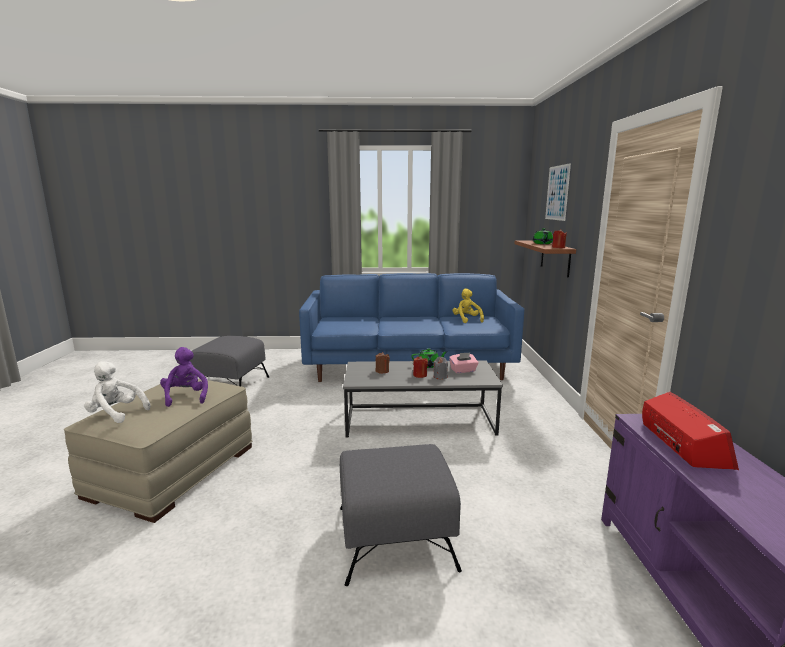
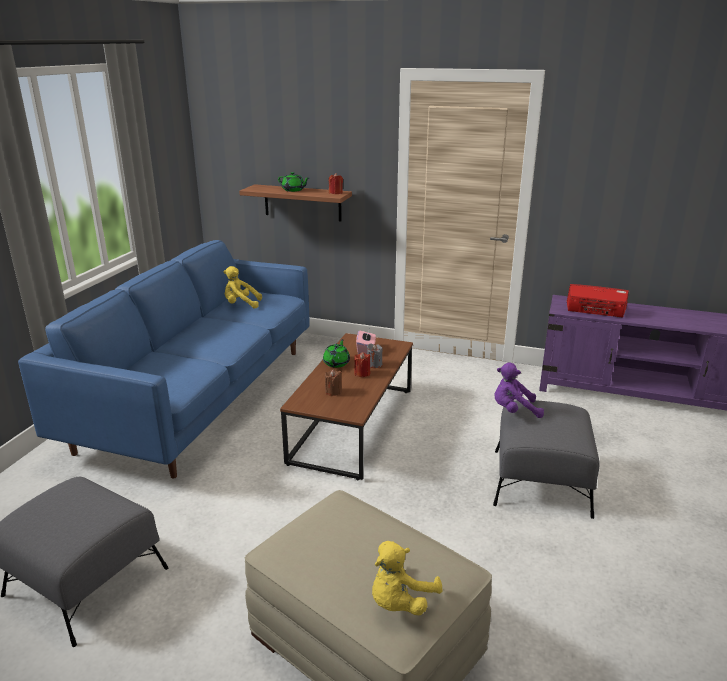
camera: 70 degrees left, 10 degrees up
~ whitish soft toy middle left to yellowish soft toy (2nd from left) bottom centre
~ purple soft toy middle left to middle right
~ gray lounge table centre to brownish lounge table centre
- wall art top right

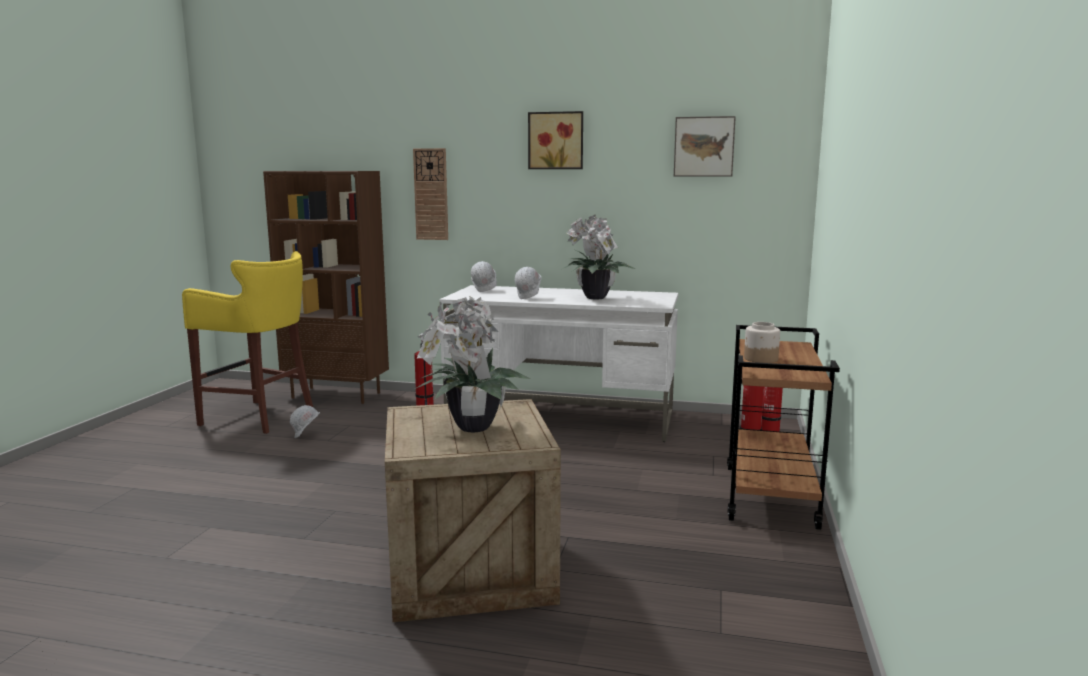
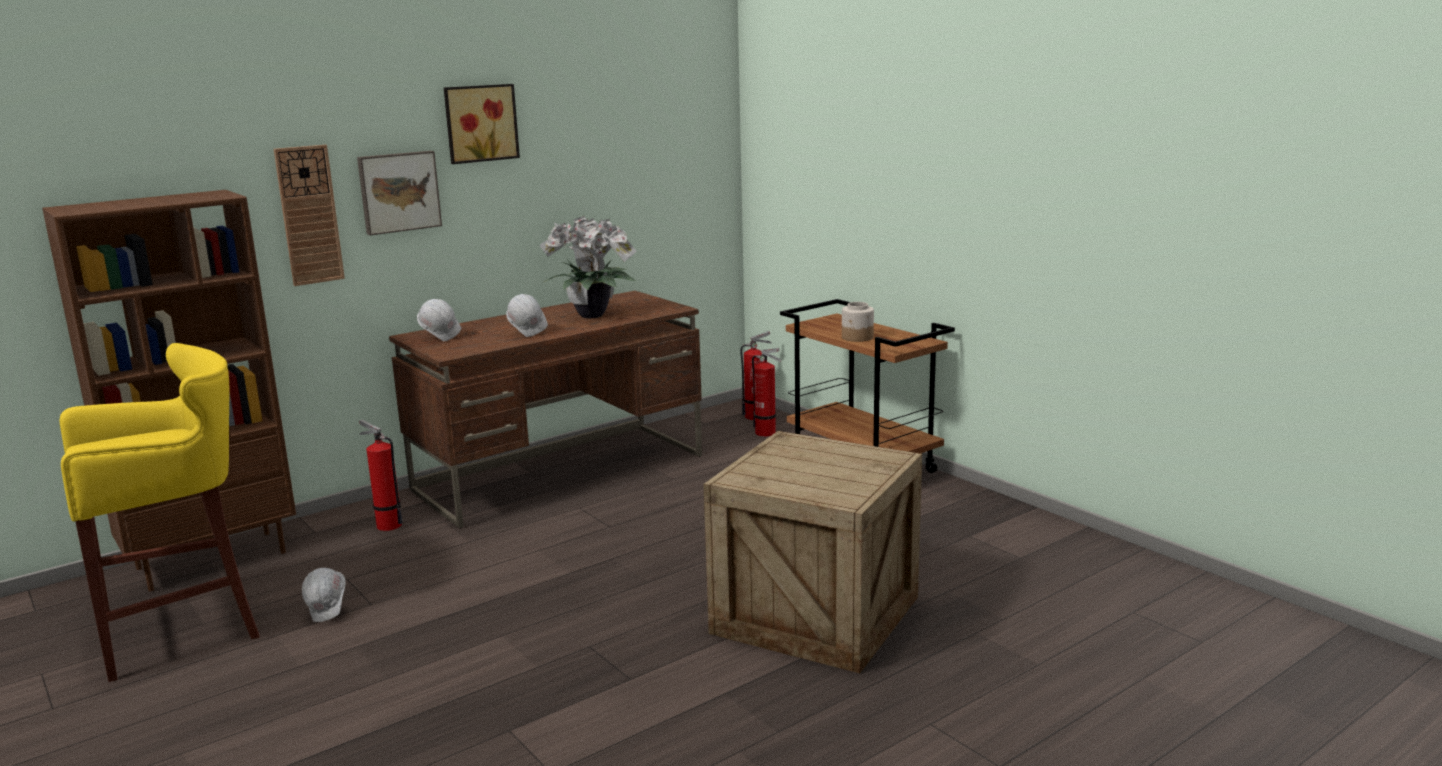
camera: 50 degrees left, 5 degrees up
- potted plant (1st from left) centre
~ whitish desk unit centre to brownish desk unit centre
~ wall art (2nd from left in the first image) top centre to wall art (1st from left) top left

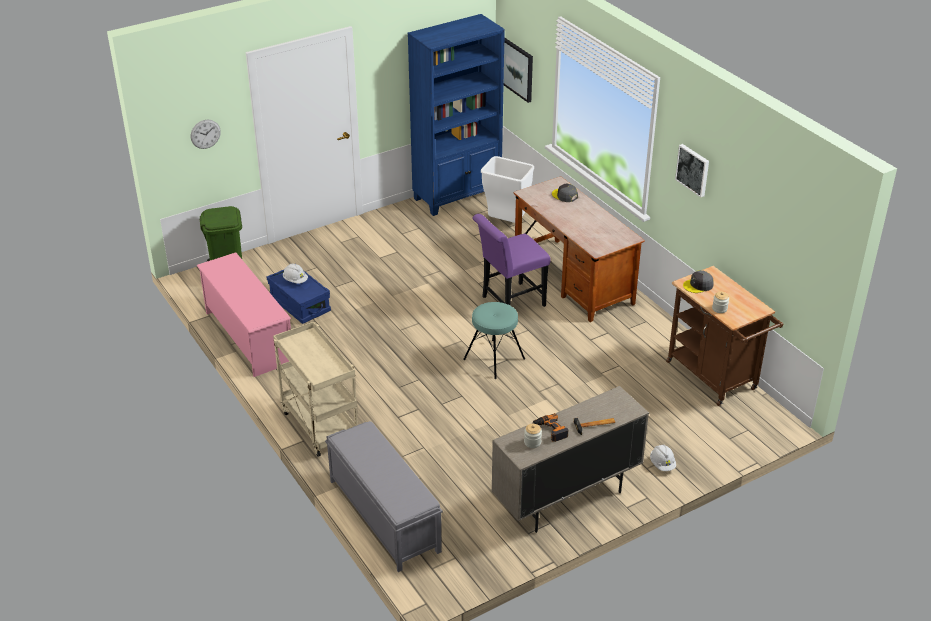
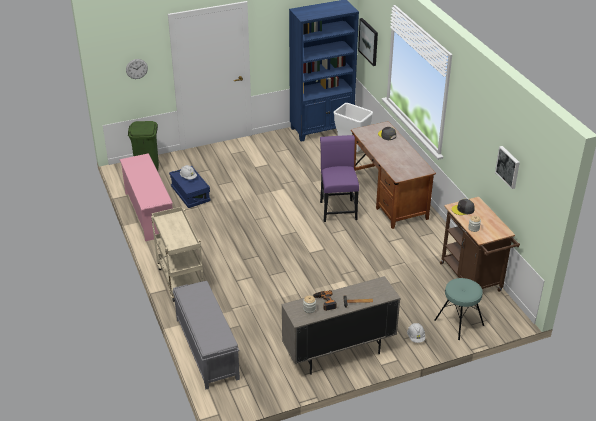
camera: 10 degrees right, 0 degrees up
~ turquoise-coloured stool centre to bottom right
~ purple chair centre = centre 105 degrees clockwise
~ wall art (2nd from left) top right to middle right

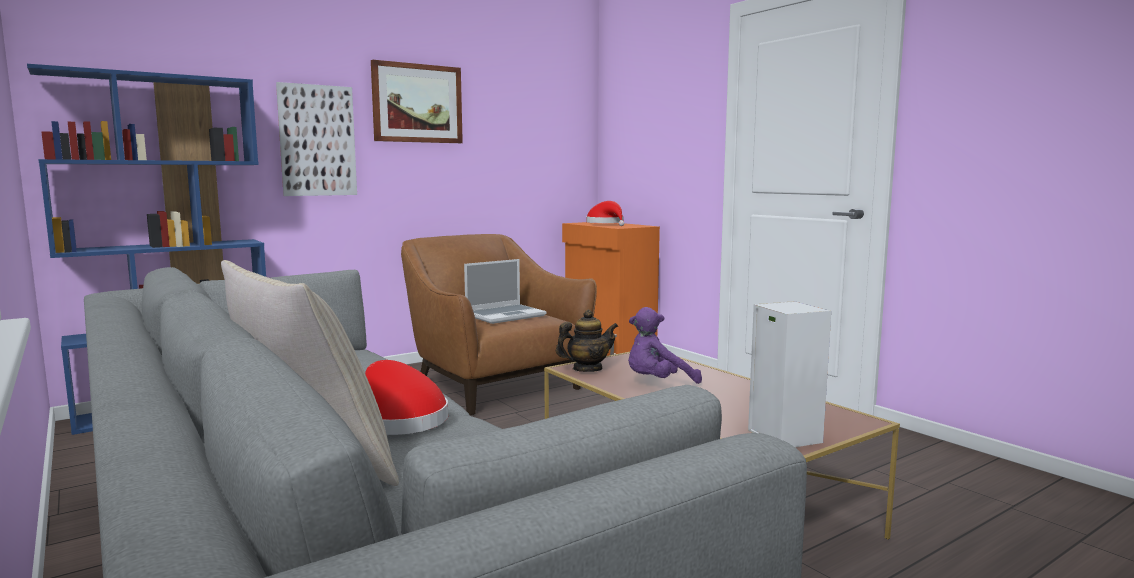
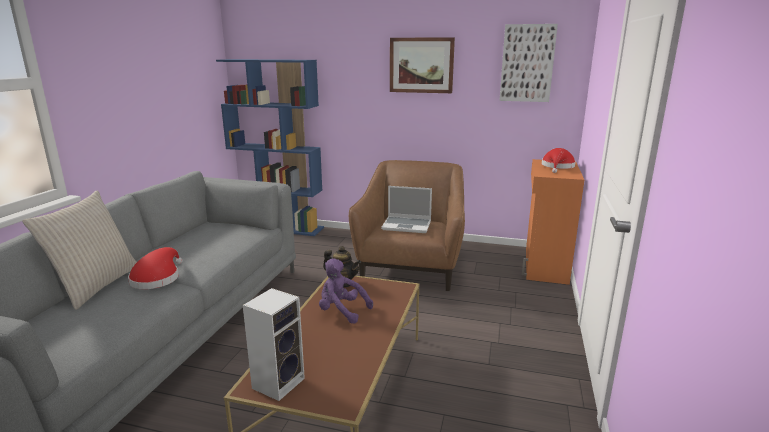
camera: 50 degrees right, 10 degrees up
~ wall art (1st from left in the first image) top left to wall art (2nd from left) top right

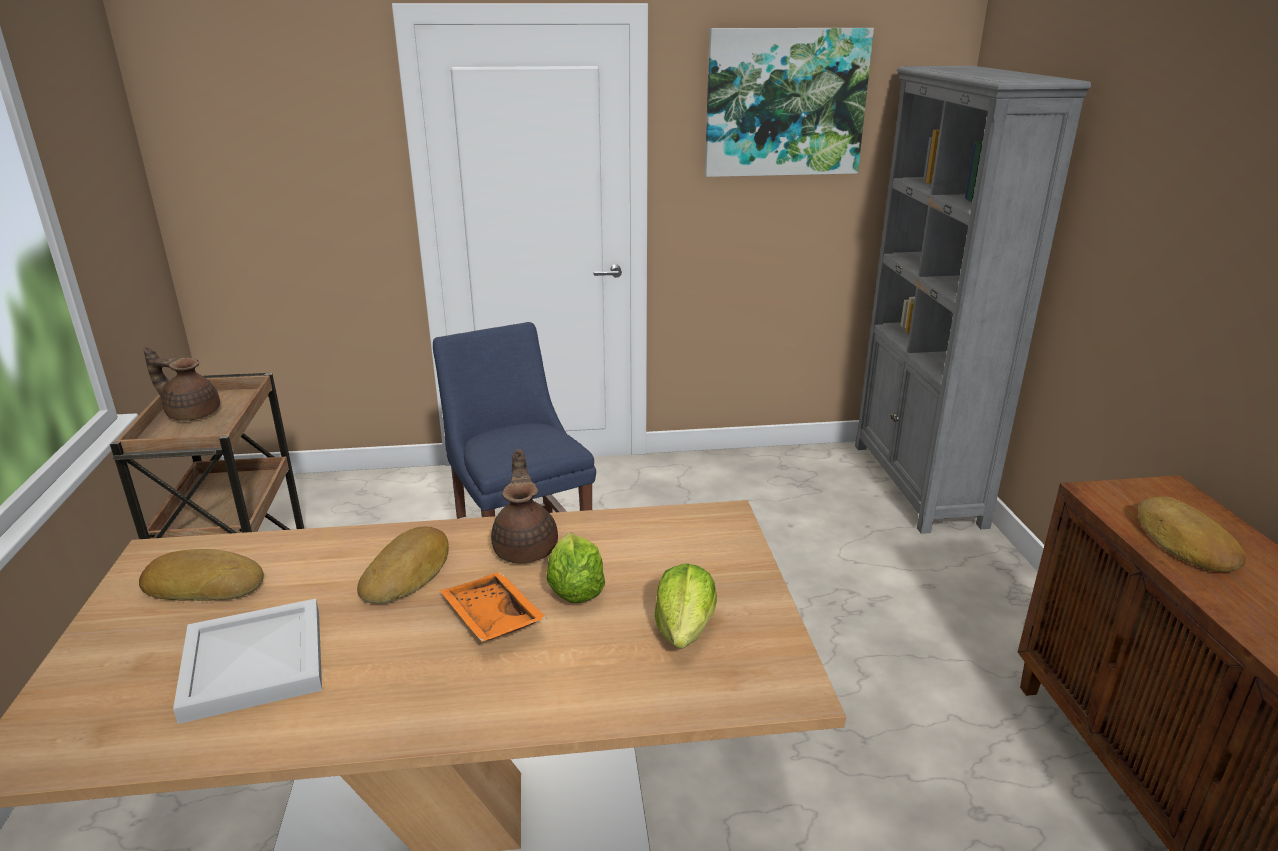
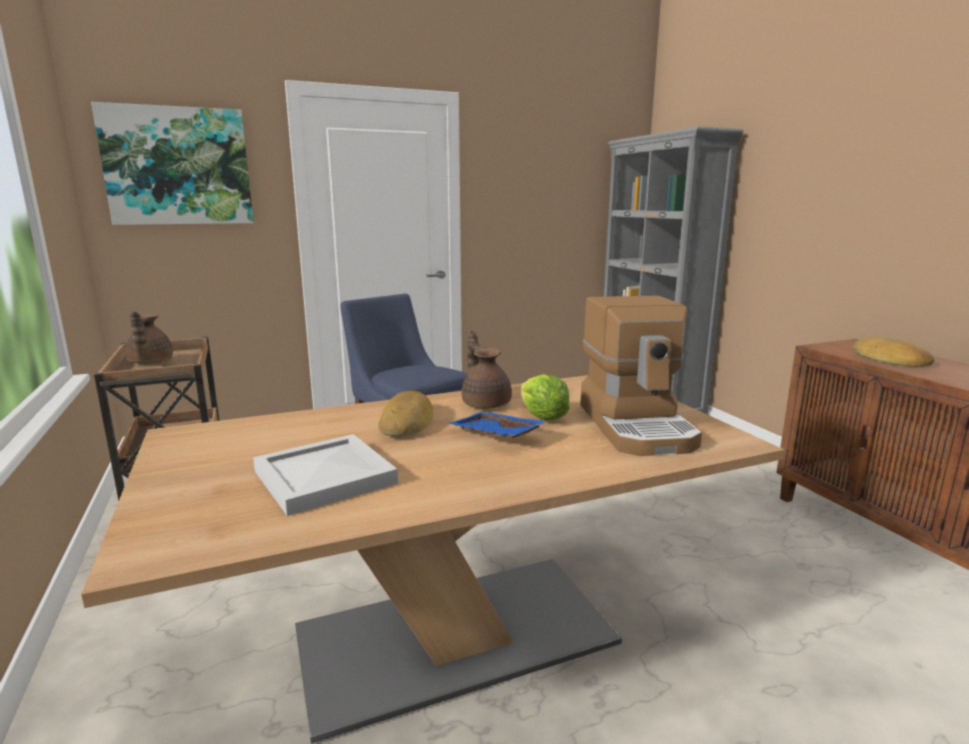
camera: 15 degrees left, 10 degrees down
- baked bread (1st from left) bottom left
~ brownish pot for tea (1st from left) middle left = middle left 105 degrees counterclockwise
~ orange-coloured carrying tray bottom centre to bluish carrying tray centre
~ lettuce head (2nd from left) bottom centre to coffee machine centre
~ wall art top centre to top left

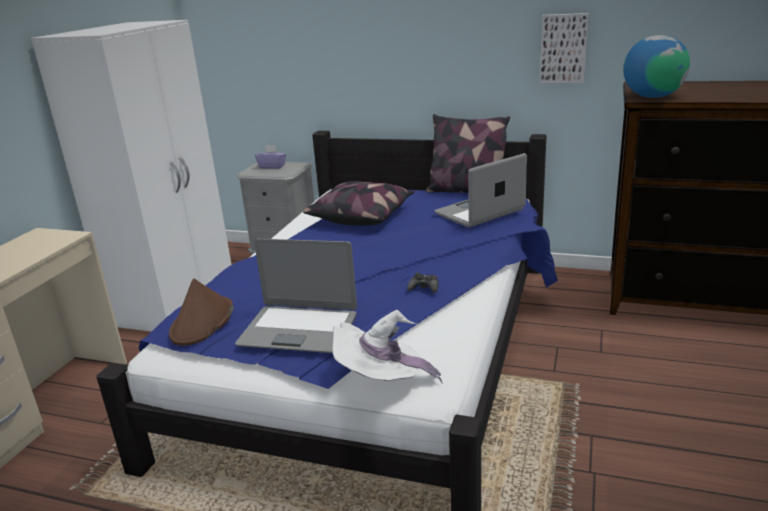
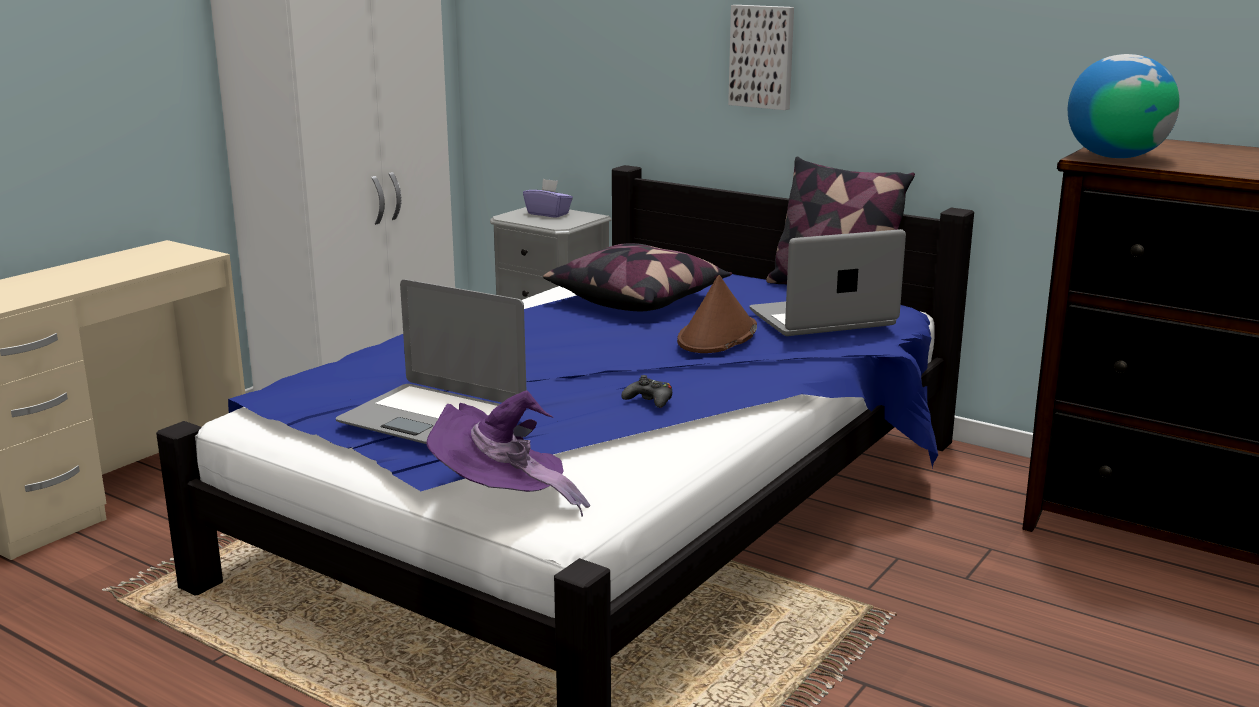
camera: 15 degrees right, 5 degrees down
~ brownish wearable hat middle left to centre
~ whitish wearable hat bottom centre to purple wearable hat centre
~ wall art top right to top centre

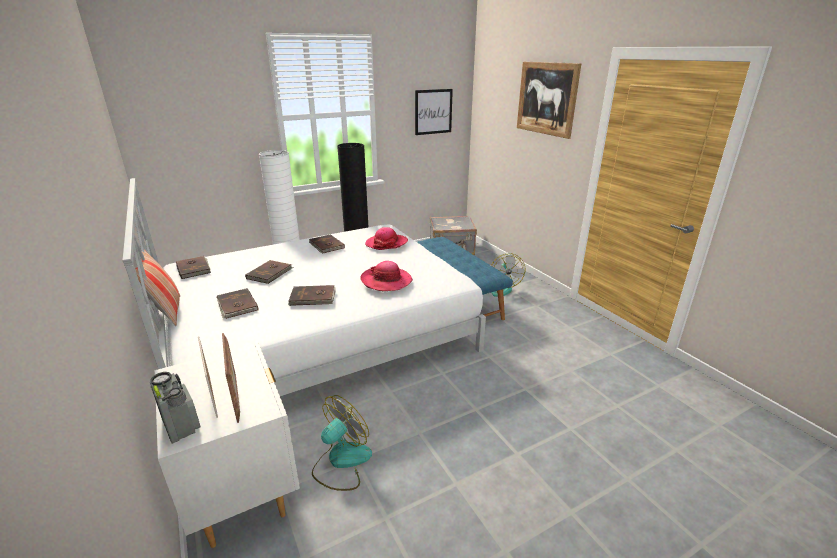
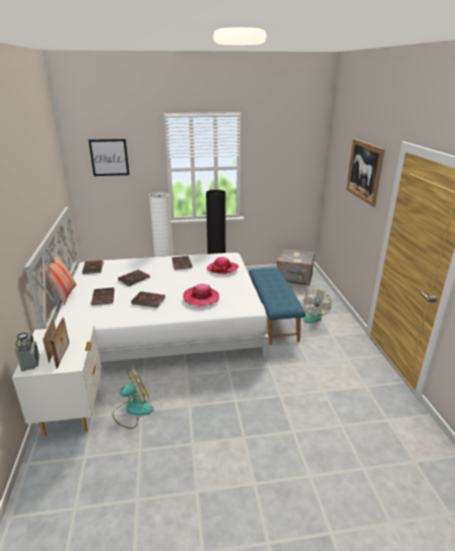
camera: 20 degrees right, 0 degrees up
~ wall art (1st from left) top centre to top left

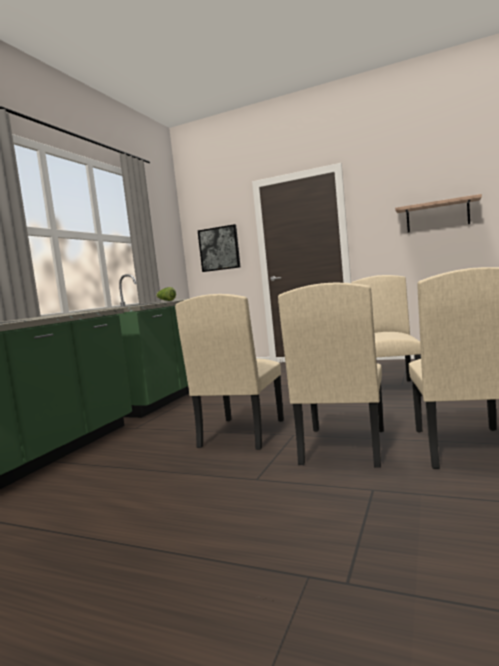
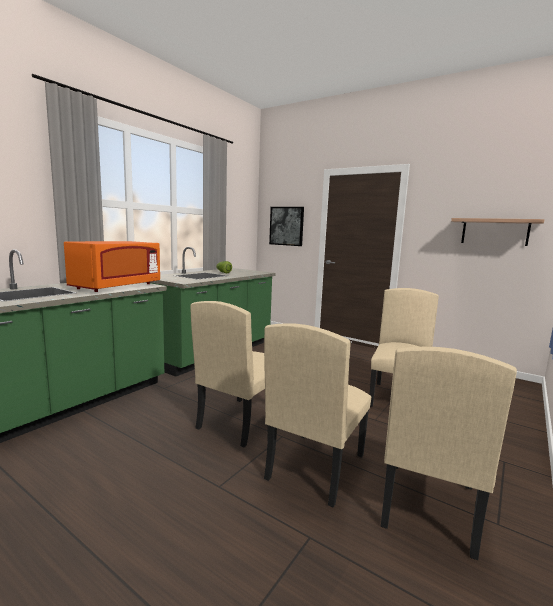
camera: 10 degrees right, 5 degrees up
+ orange-coloured microwave oven middle left

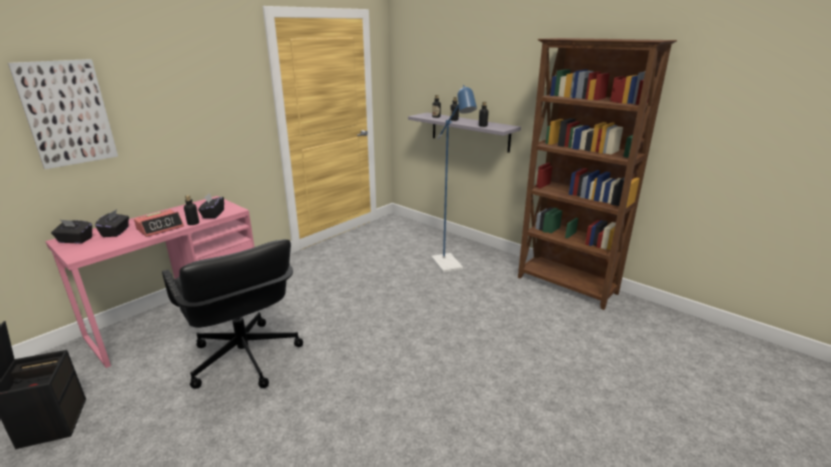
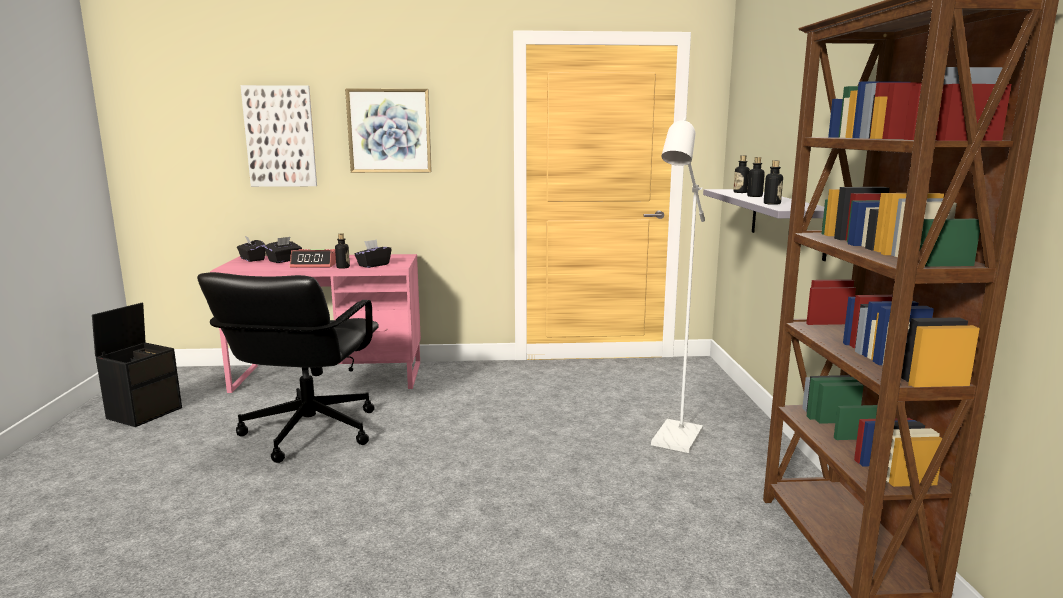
camera: 45 degrees right, 10 degrees down
~ bluish standing lamp centre to whitish standing lamp centre
+ wall art (2nd from left) top centre

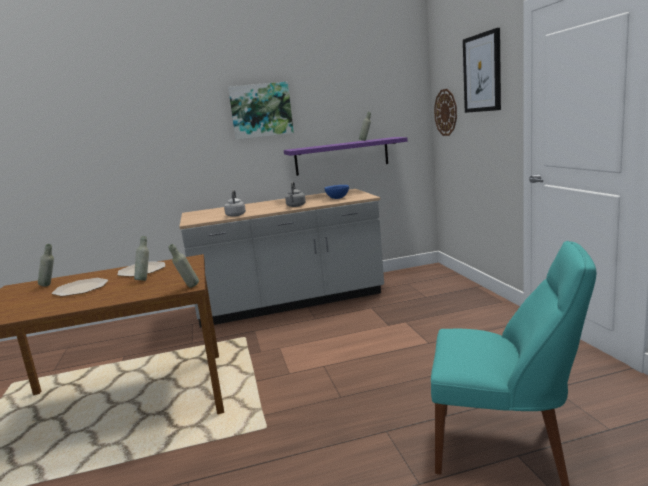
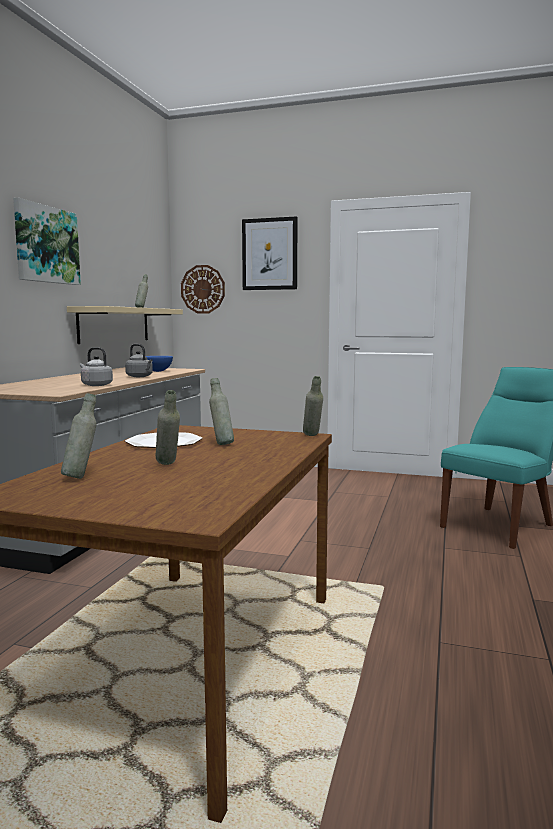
camera: 60 degrees left, 5 degrees down
~ flat dish (1st from left) middle left to gray beverage bottle (3rd from left) middle left
~ purple wall shelf top centre to beige-coloured wall shelf middle left

